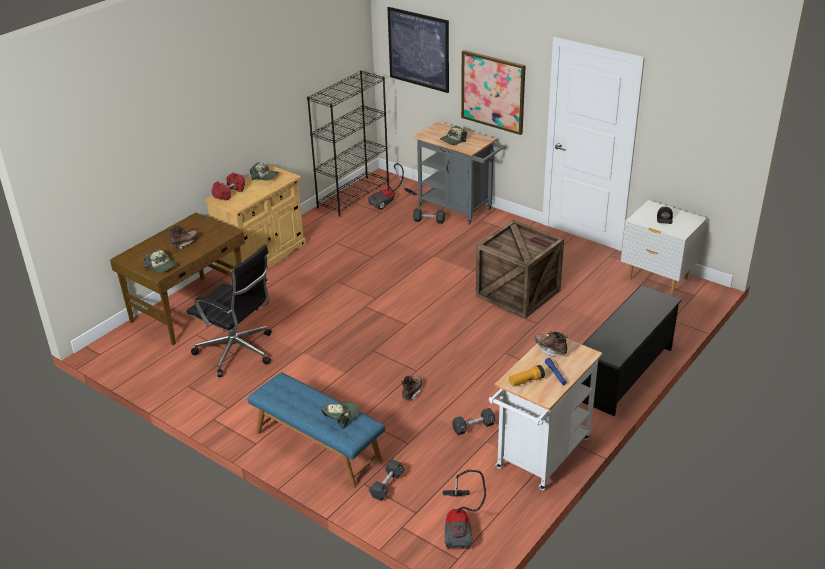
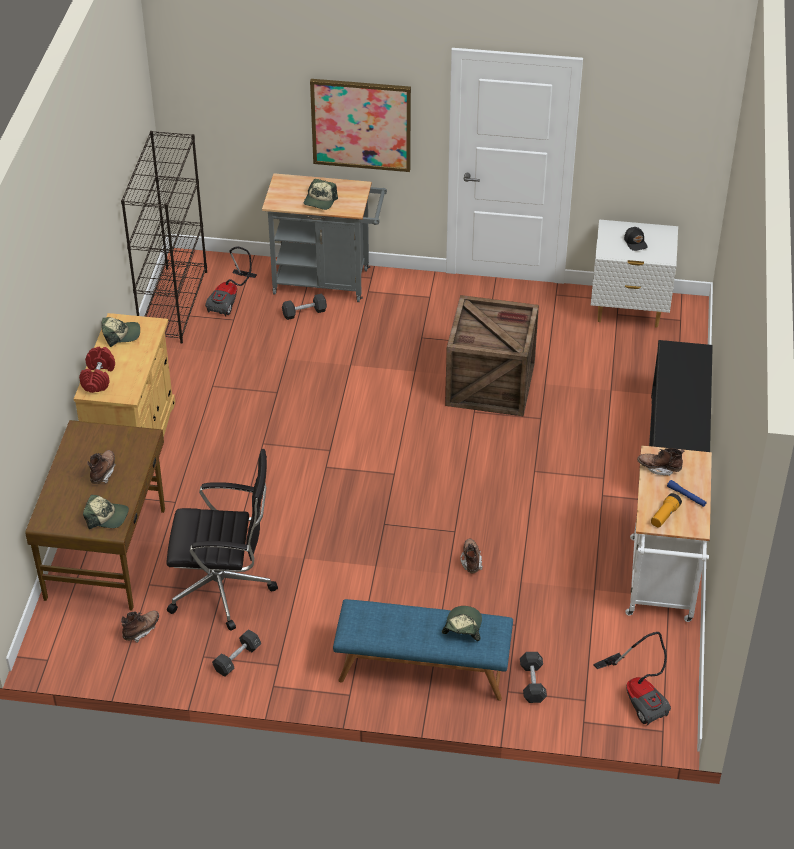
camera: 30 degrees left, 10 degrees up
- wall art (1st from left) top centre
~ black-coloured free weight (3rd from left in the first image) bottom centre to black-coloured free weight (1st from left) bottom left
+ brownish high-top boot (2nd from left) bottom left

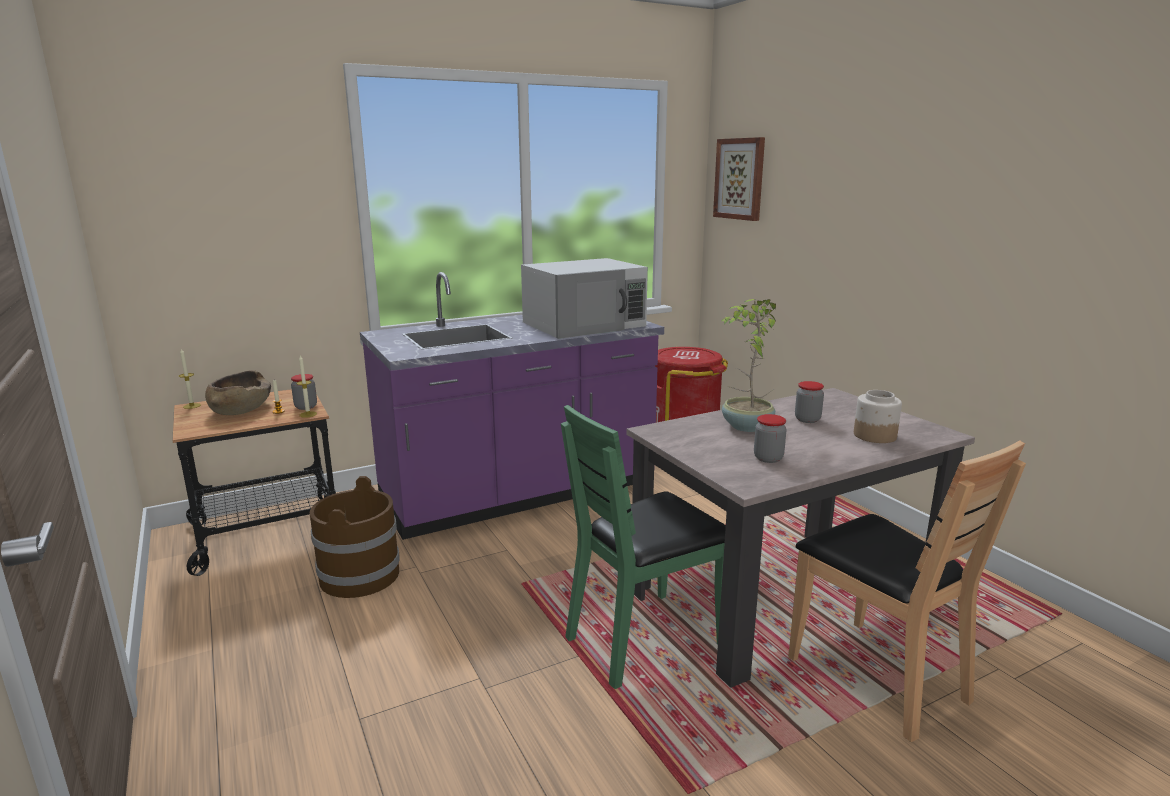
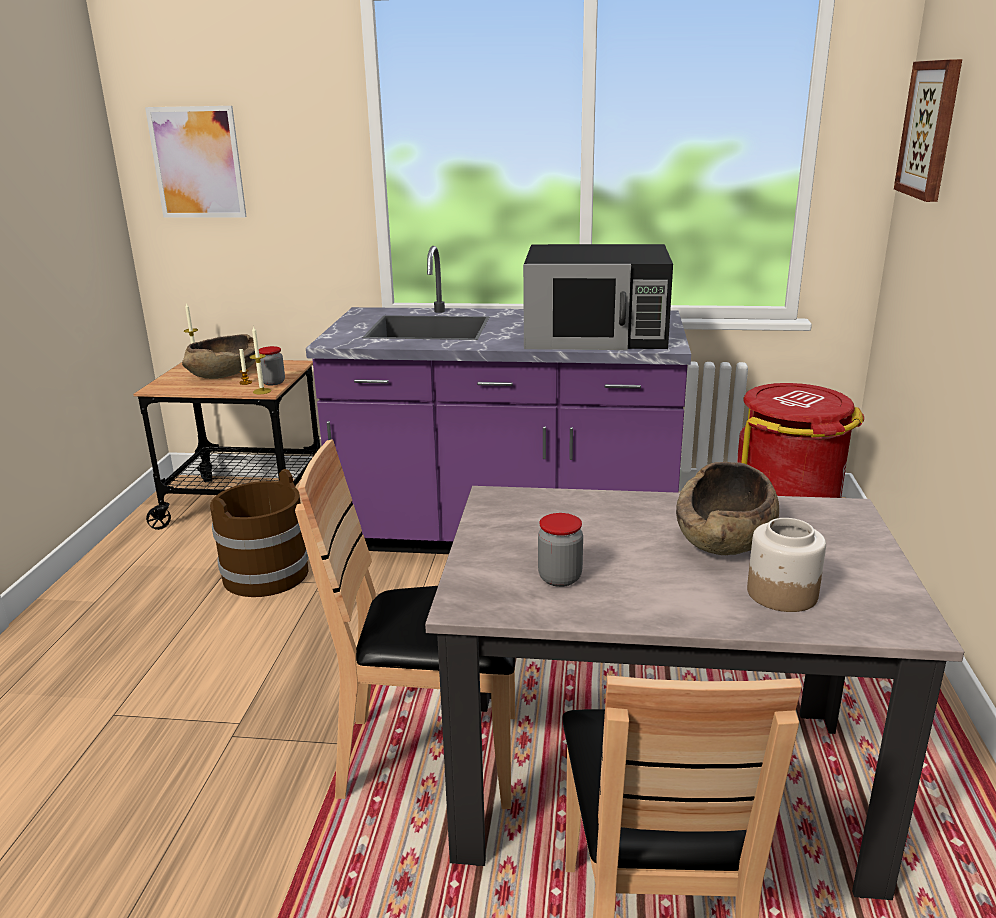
camera: 35 degrees right, 5 degrees up
~ whitish microwave oven centre to black-coloured microwave oven top centre
~ green chair bottom centre to brownish chair (1st from left) bottom centre
- potted plant centre
~ jar (3rd from left) middle right to brownish bowl (2nd from left) middle right
+ wall art (1st from left) top left

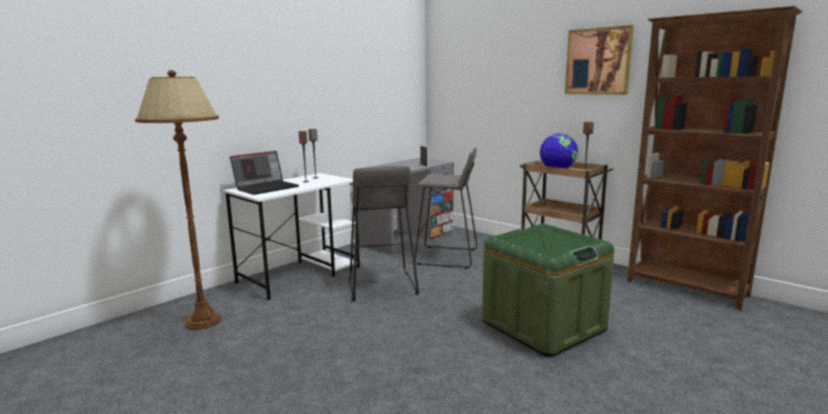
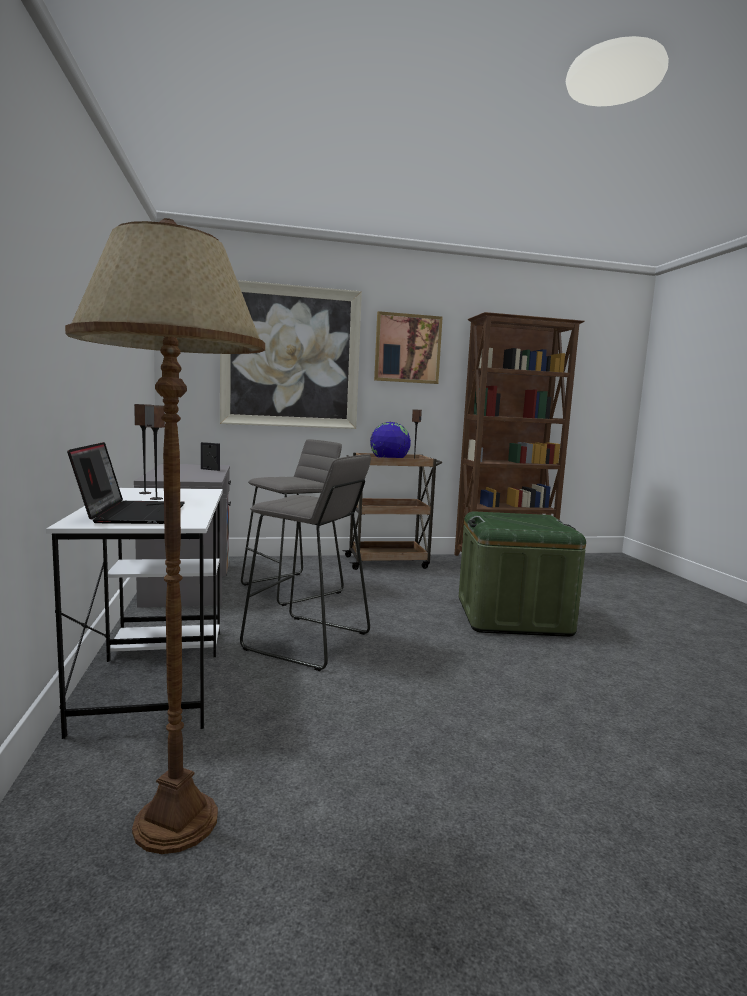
camera: 55 degrees left, 5 degrees down
+ wall art (1st from left) centre

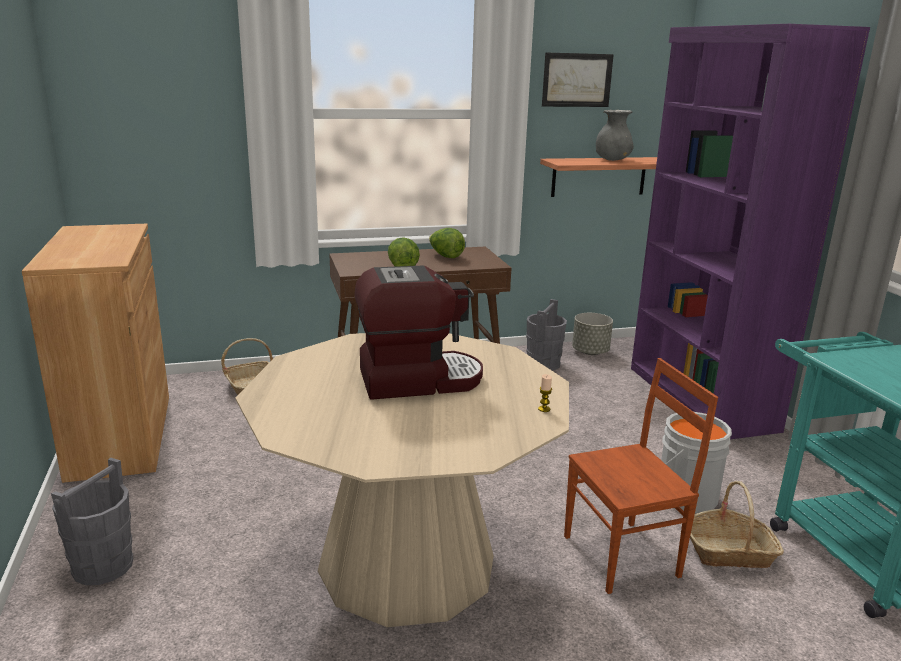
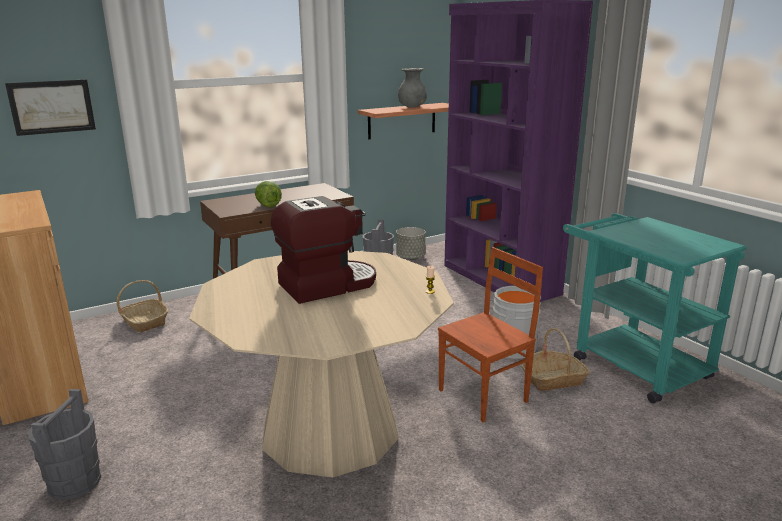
camera: 15 degrees left, 0 degrees up
- lettuce head (2nd from left) centre
~ wall art top centre to top left

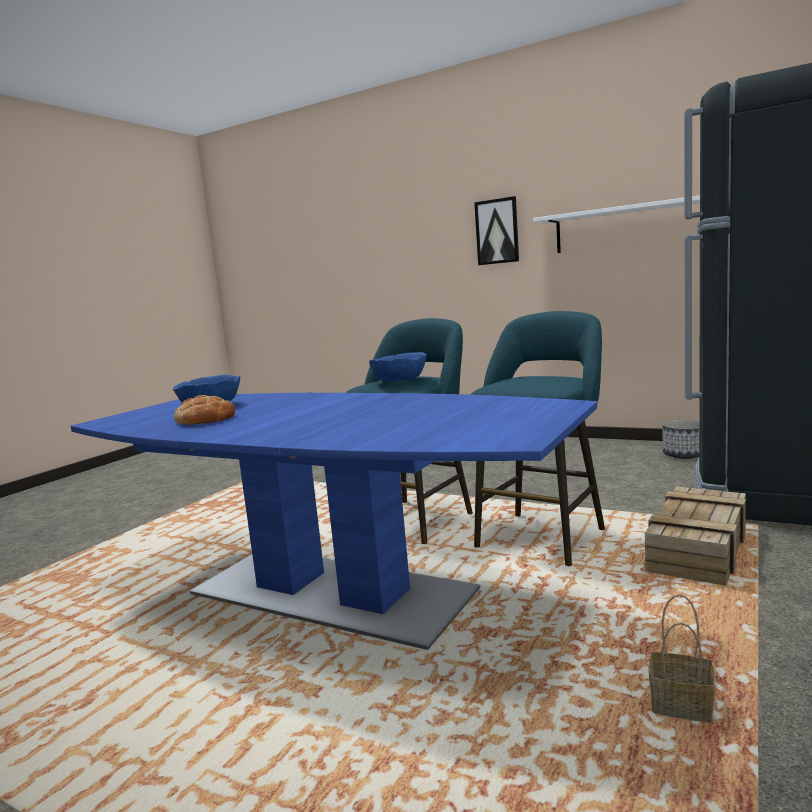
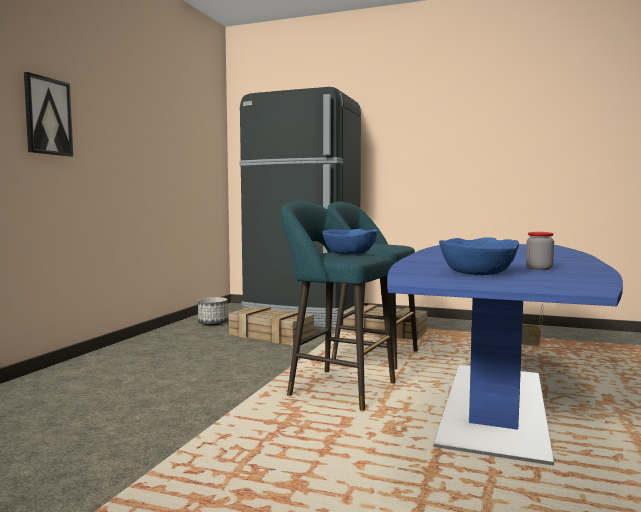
camera: 100 degrees left, 5 degrees down
~ baked bread middle left to jar middle right
- whitish wall shelf top right
+ crate (1st from left) centre

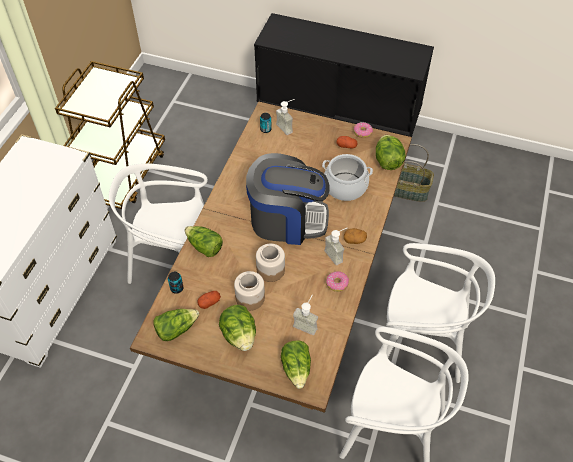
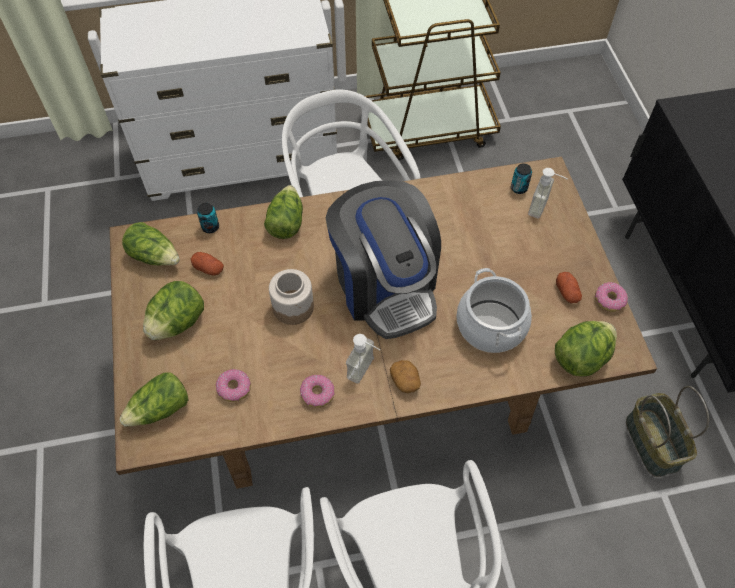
camera: 60 degrees right, 5 degrees up
- jar (1st from left) centre
~ soap bottle (2nd from left) bottom centre to doughnut (1st from left) middle left

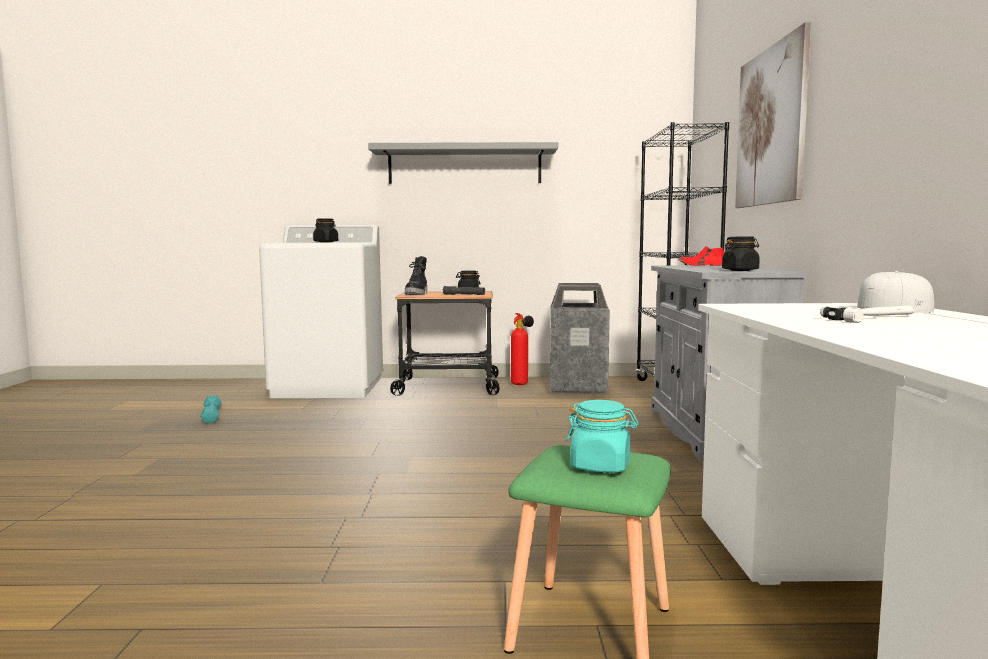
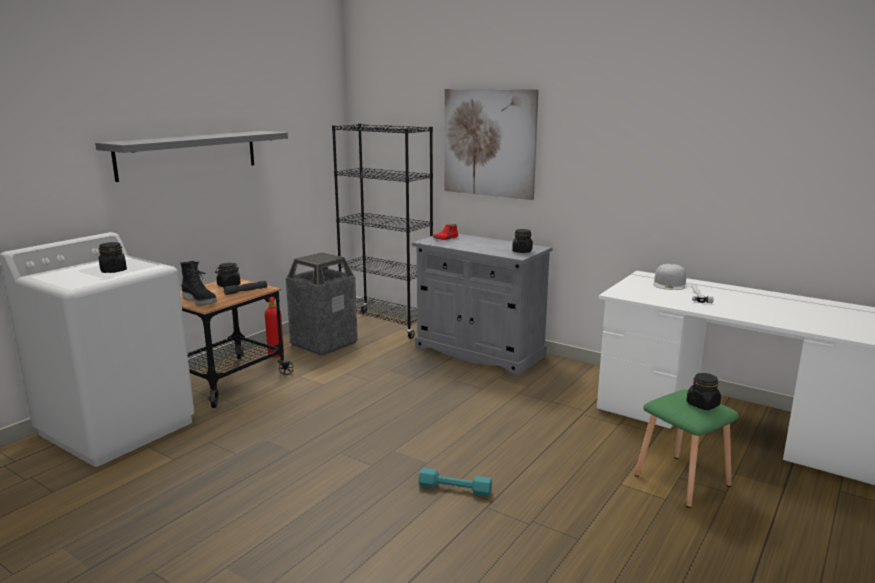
camera: 55 degrees left, 10 degrees up
~ turquoise-coloured free weight middle left to bottom centre
~ turquoise-coloured jar centre to black-coloured jar (4th from left) bottom right

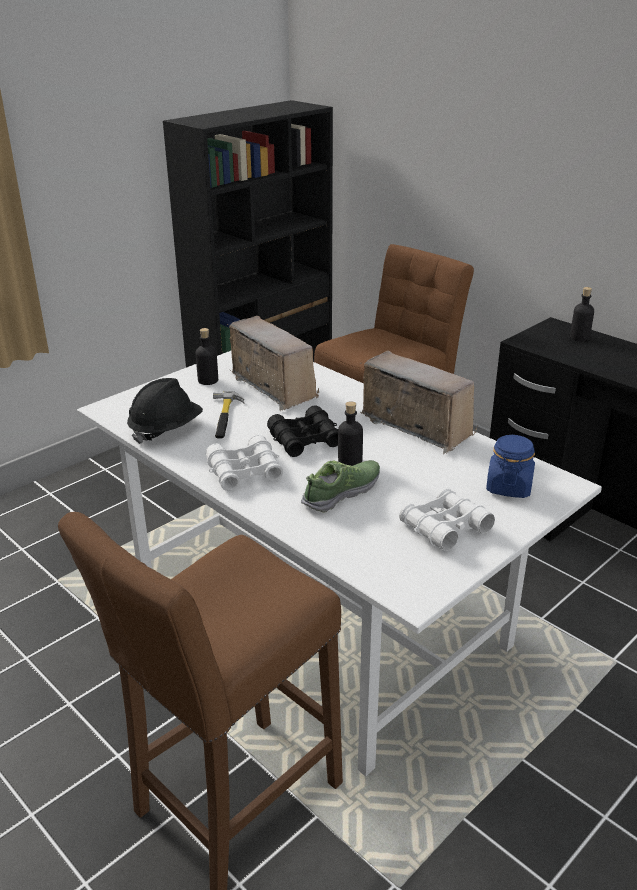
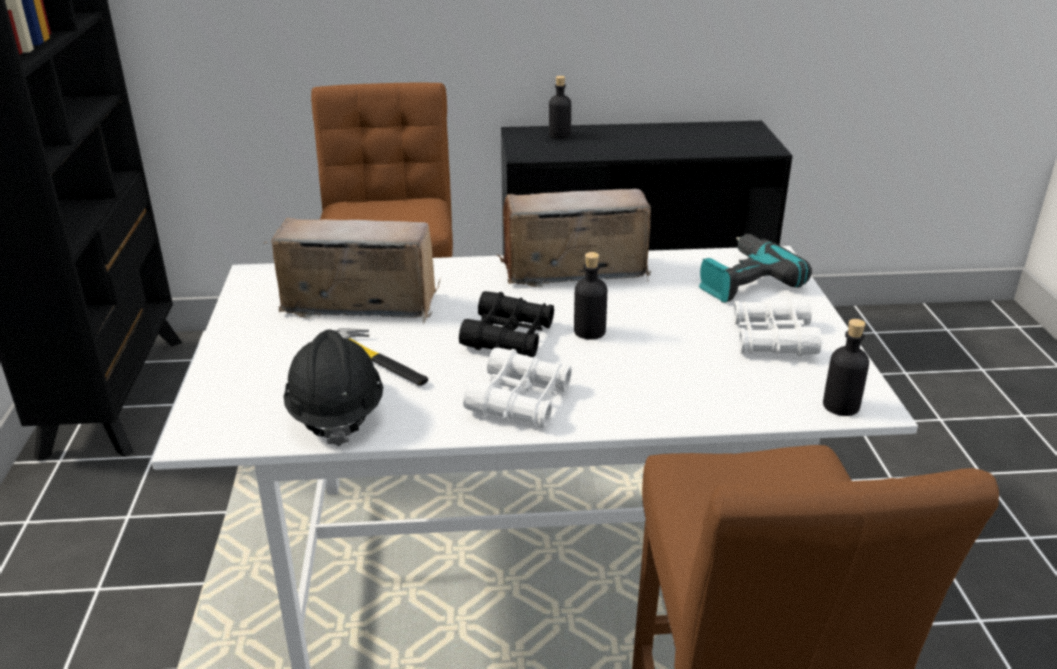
camera: 50 degrees left, 0 degrees up
~ black-coloured beverage bottle (1st from left in the first image) middle left to black-coloured beverage bottle (3rd from left) middle right
- low shoe centre
~ bluish jar middle right to power drill middle right

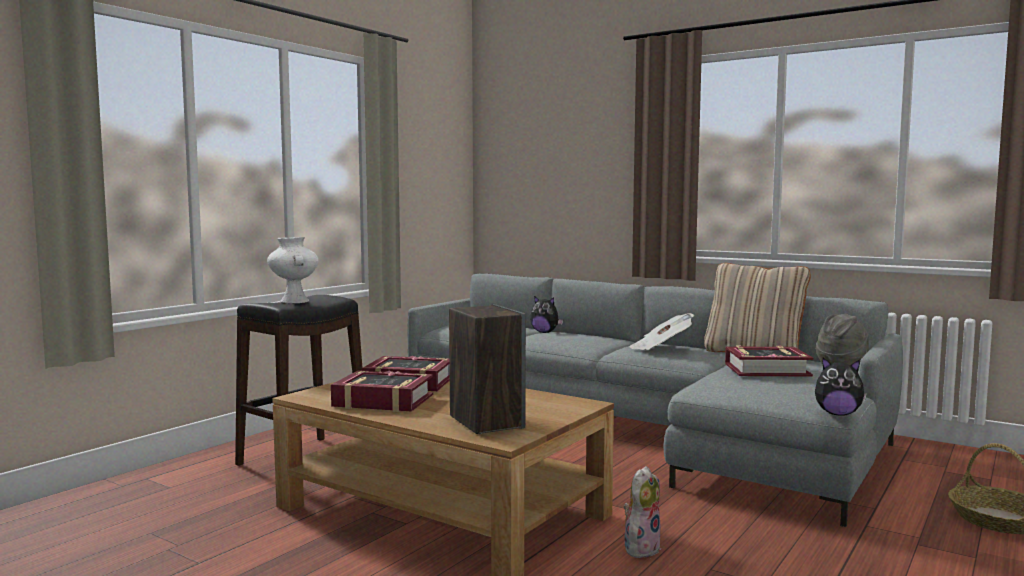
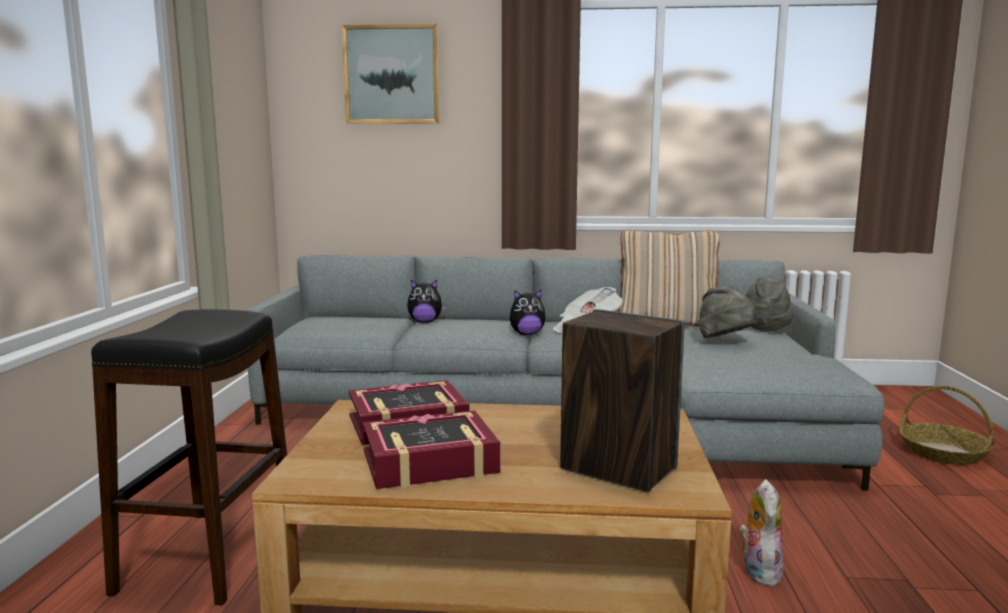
camera: 30 degrees left, 5 degrees up
- whitish vase middle left
~ volume (3rd from left) middle right to gray wearable hat (1st from left) middle right
~ soft toy (3rd from left in the first image) bottom right to soft toy (2nd from left) centre
+ wall art top centre

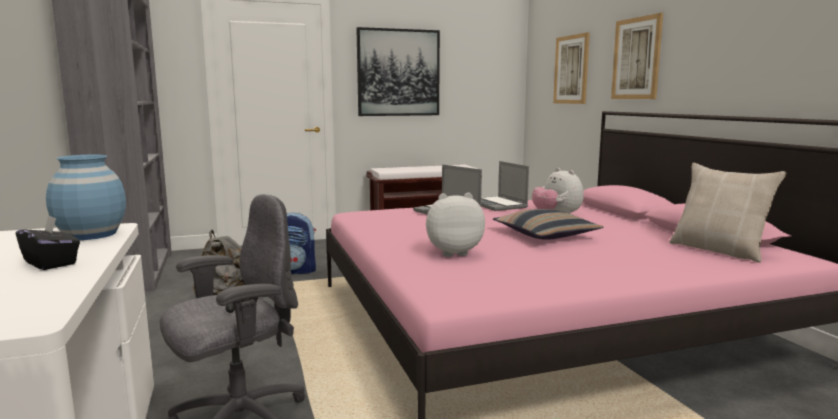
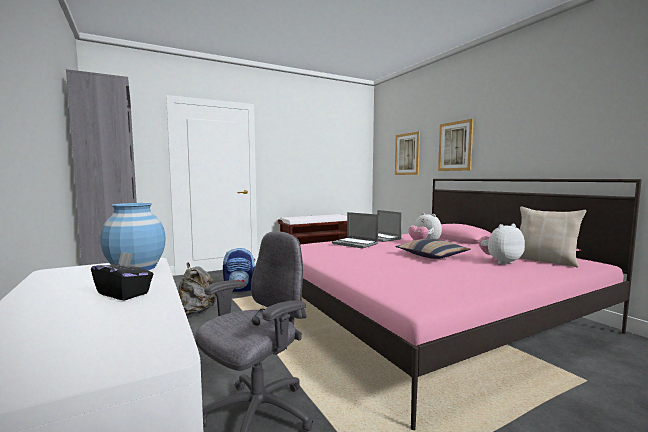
camera: 10 degrees left, 5 degrees down
- wall art (1st from left) top centre
~ soft toy (1st from left in the first image) centre to soft toy (2nd from left) middle right

